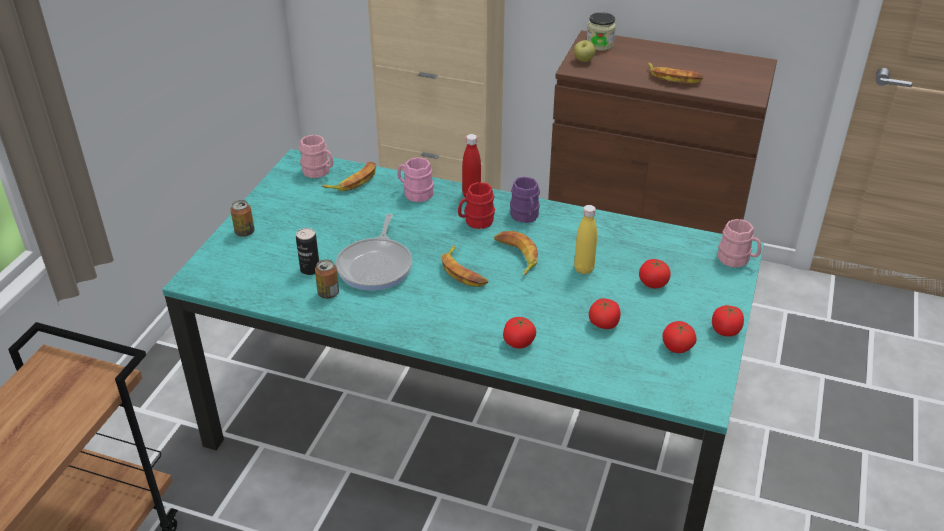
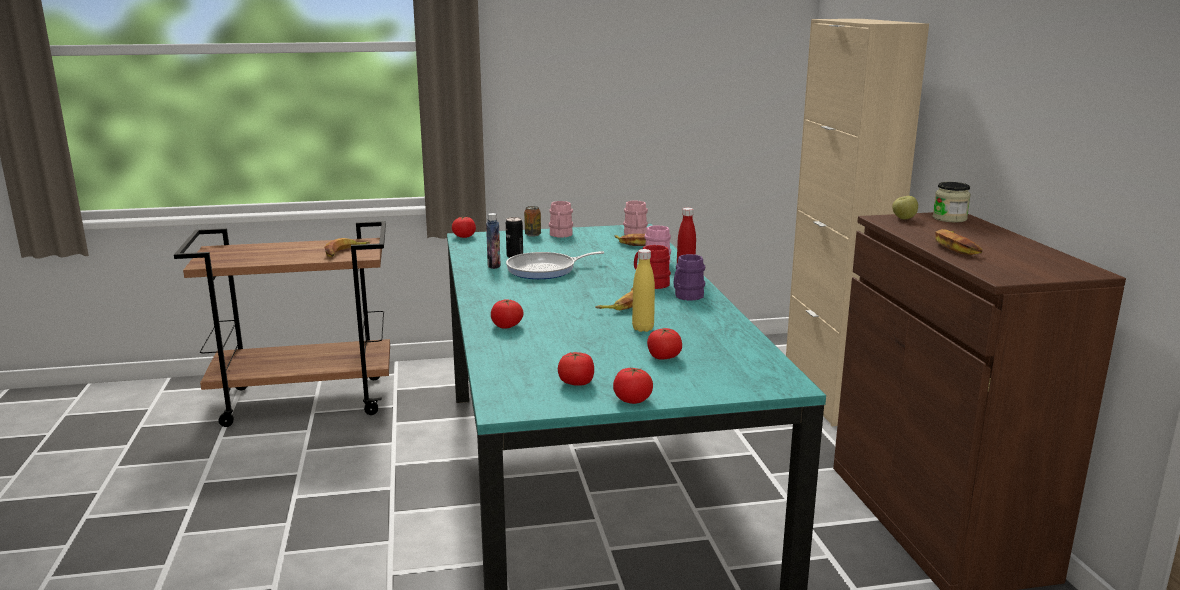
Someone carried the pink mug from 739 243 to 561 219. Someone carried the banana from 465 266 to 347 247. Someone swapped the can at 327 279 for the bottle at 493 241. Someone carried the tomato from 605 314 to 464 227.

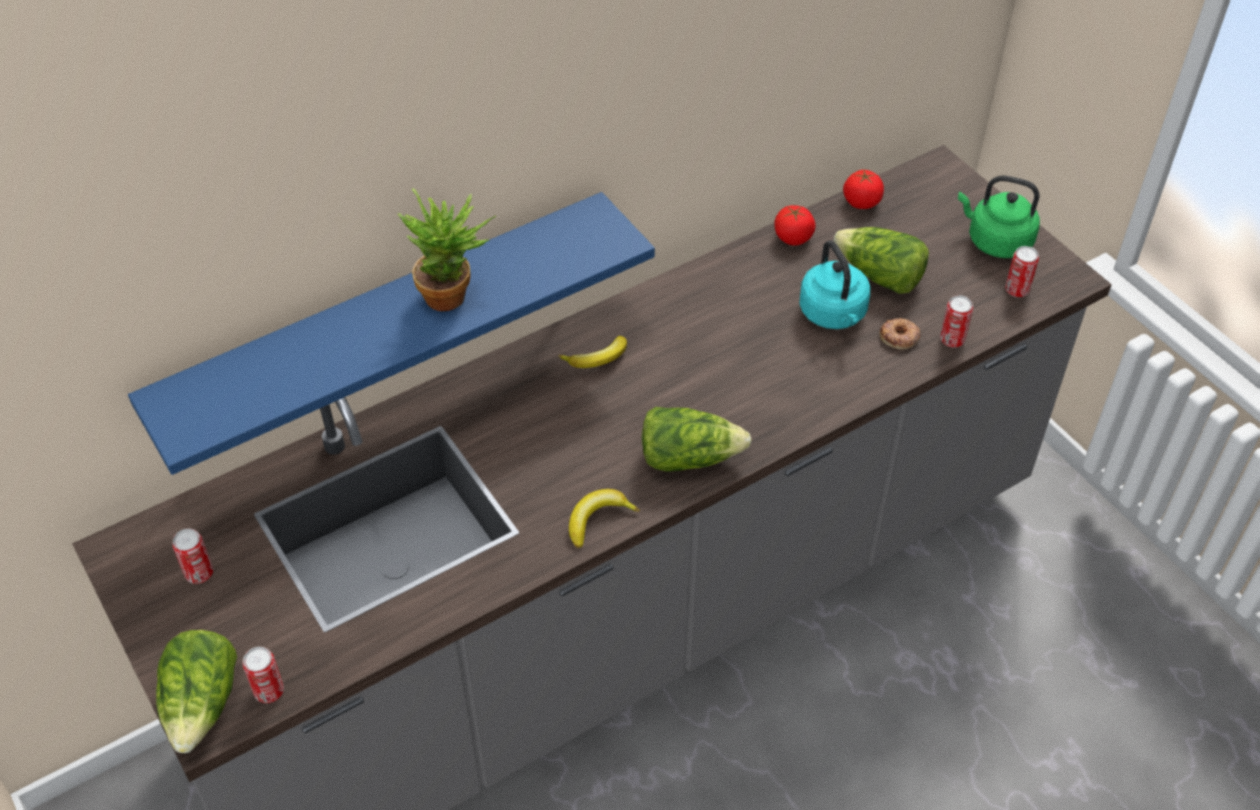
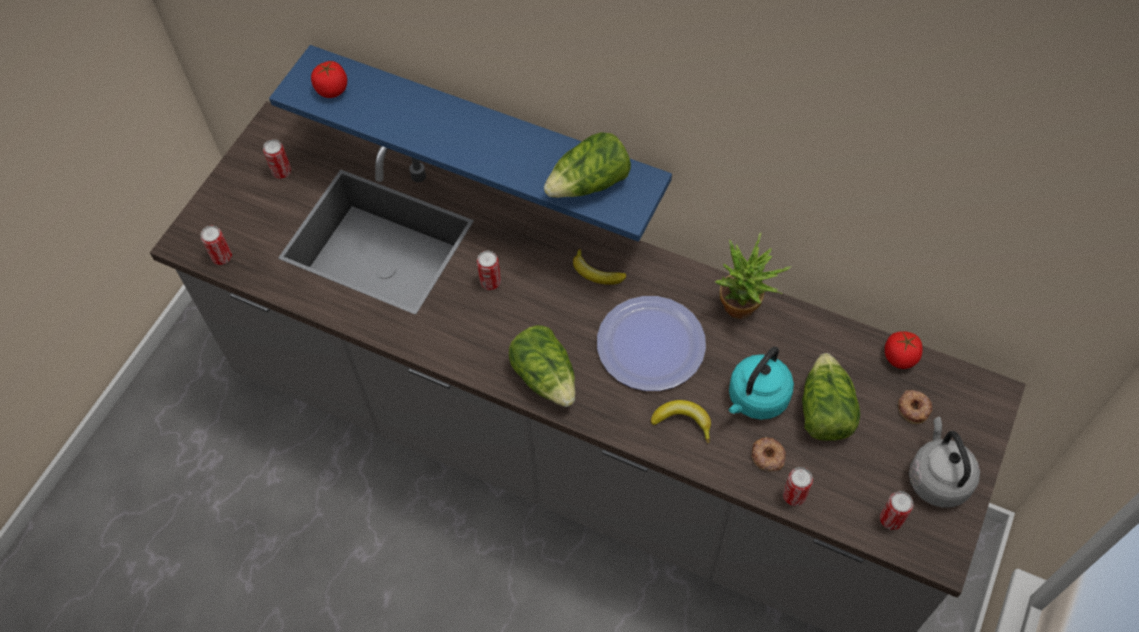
Someone repainted the green kettle at 999 216, which became the grey kettle at 944 462. Someone carried the potted plant from 447 249 to 753 276. Someone carried the tomato from 795 225 to 329 79. Someone carried the banana from 604 518 to 681 421. Someone carried the lettuce from 196 691 to 587 165. Someone put down the can at 489 270. Someone put down the plate at 651 343. Someone put down the donut at 915 407.

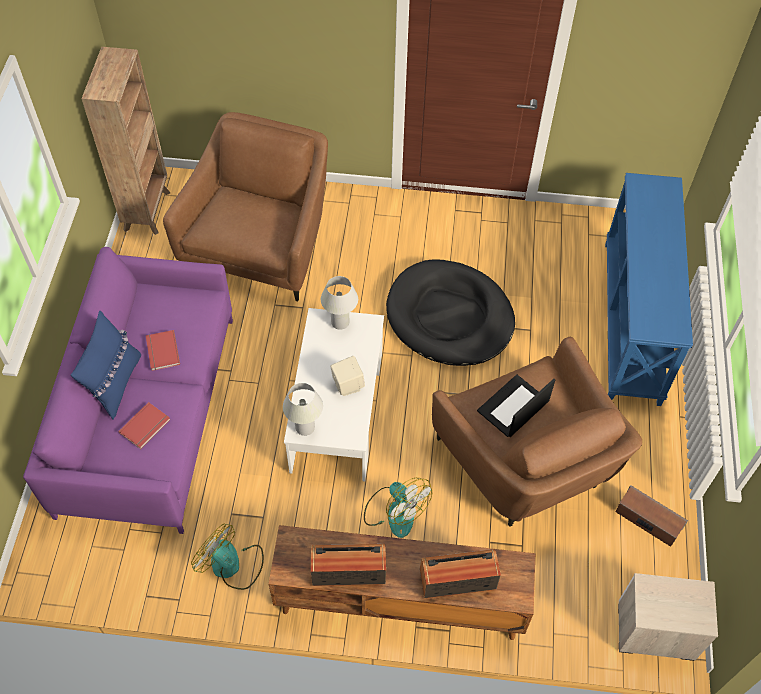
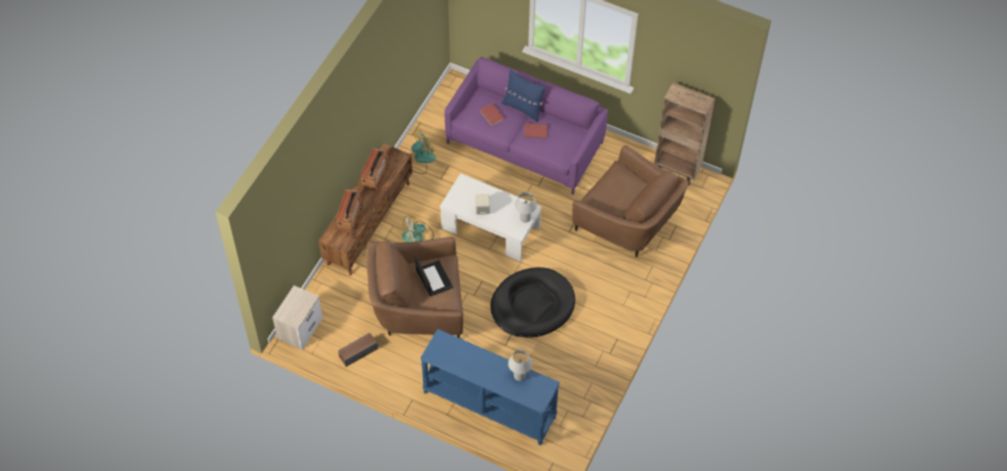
Someone carried the white table lamp from 303 409 to 520 365.

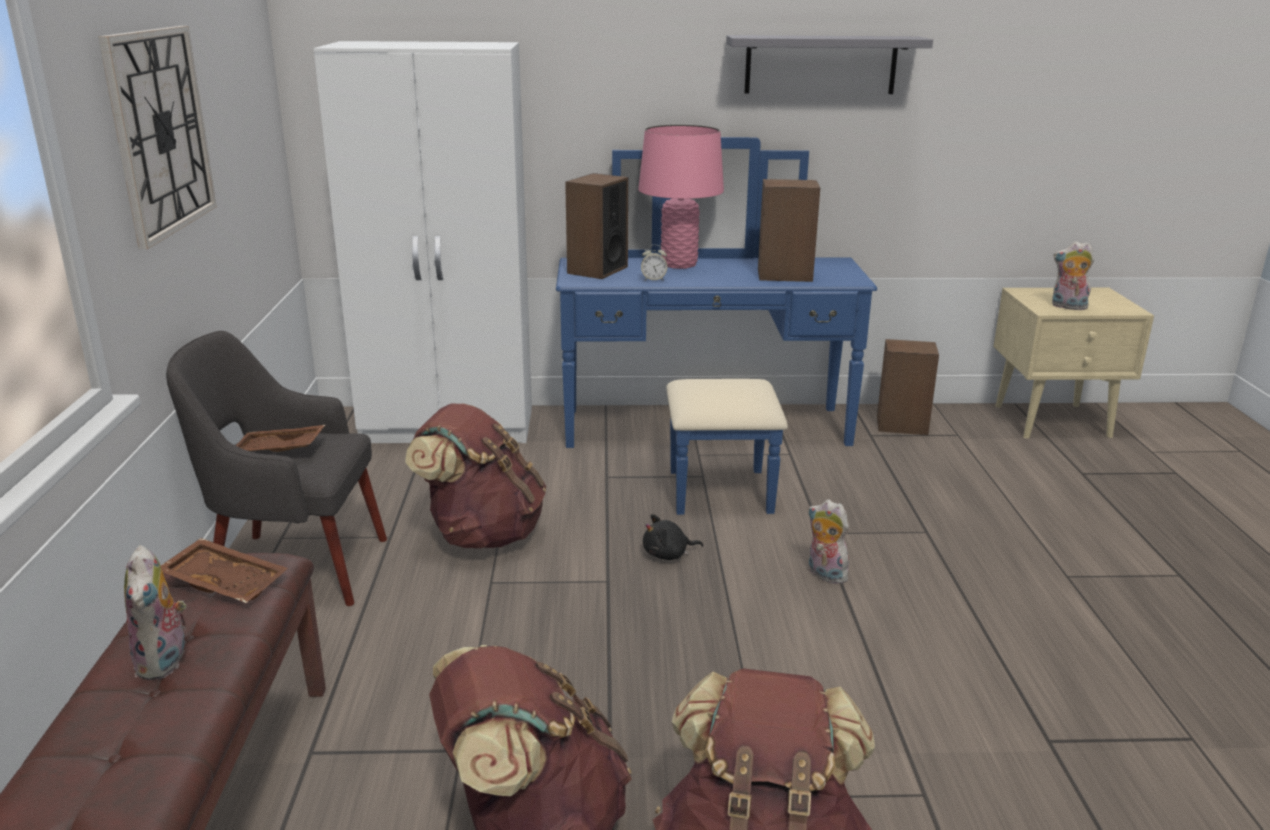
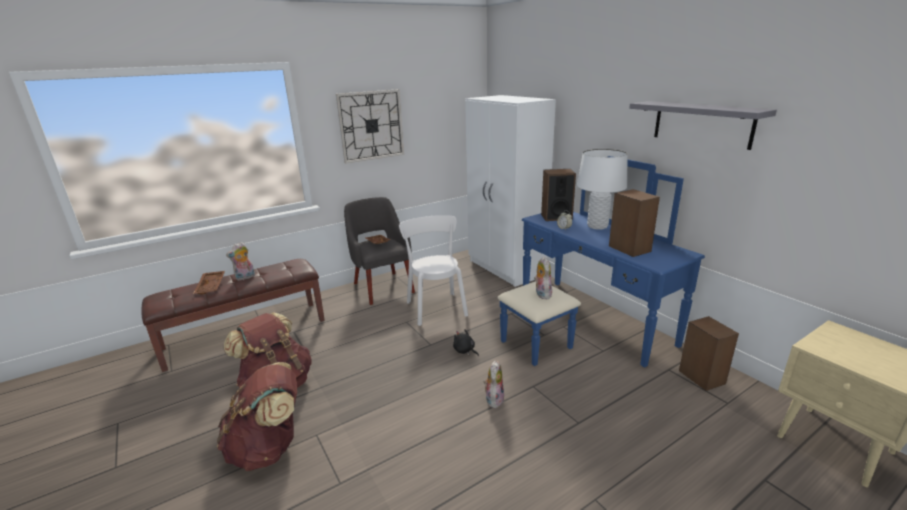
Someone repainted the pink table lamp at 681 197, which became the white table lamp at 602 189. Someone carried the plush toy from 1073 275 to 543 277. Someone swapped the brown backpack at 475 475 for the white chair at 433 270. Someone carried the brown tray from 224 570 to 209 283.

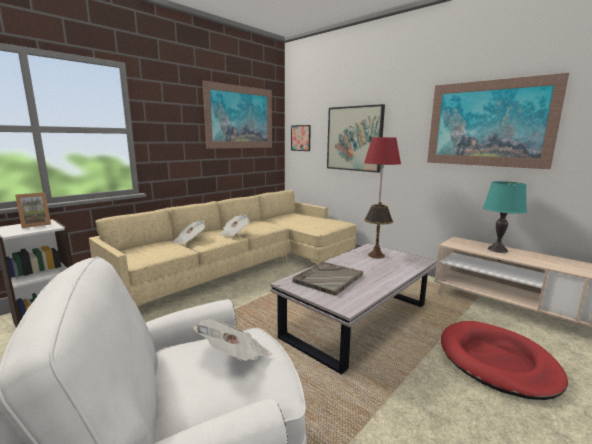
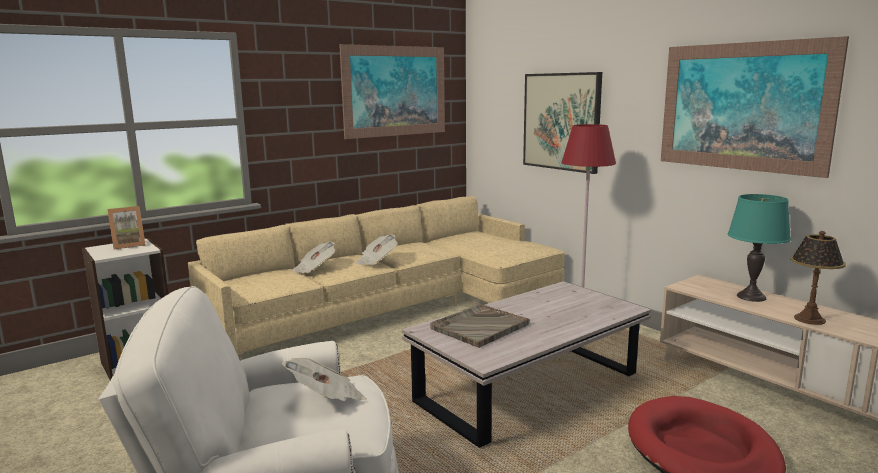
Someone took away the picture at 301 138. Someone carried the table lamp from 378 230 to 818 278.

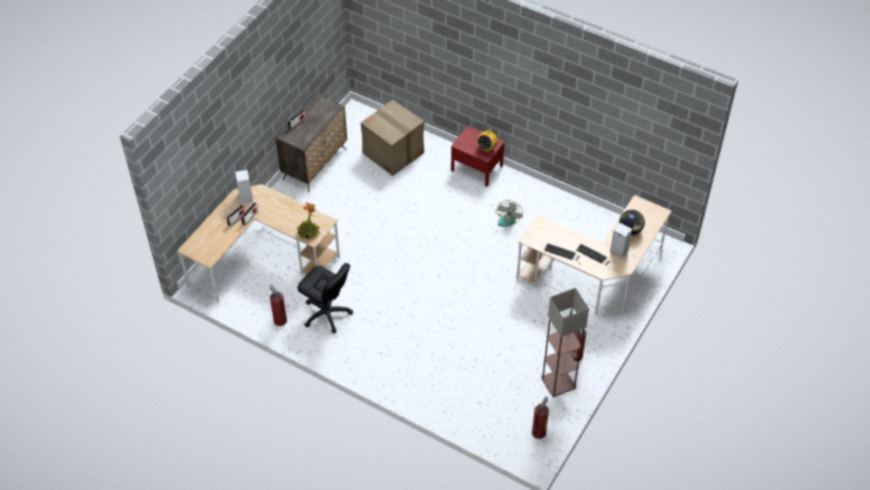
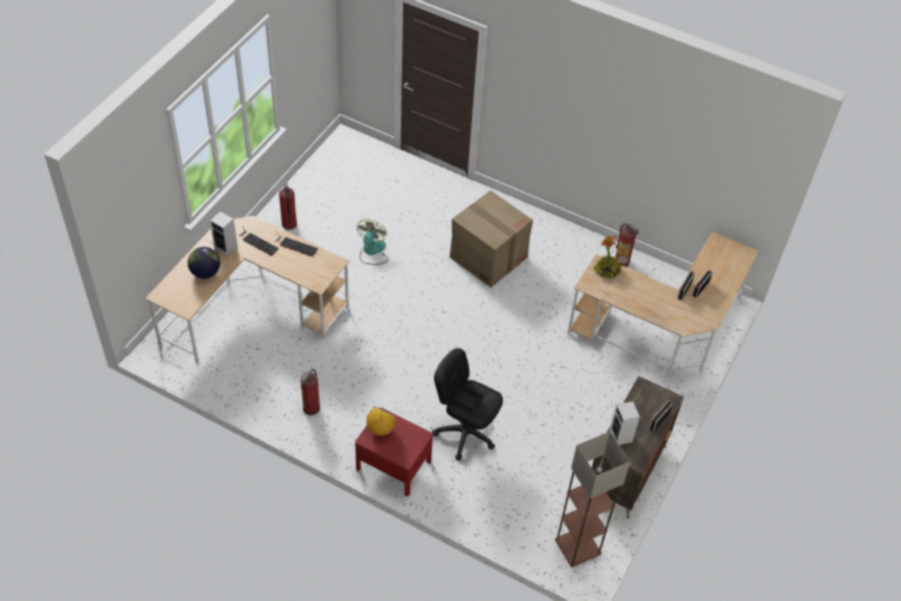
Someone carried the cardboard box from 392 138 to 491 238. Someone carried the speaker from 244 186 to 625 423. Someone carried the fan from 509 213 to 372 242. Someone carried the black office chair from 325 298 to 467 404. Someone carried the floor lamp from 565 342 to 592 499. Someone carried the fire extinguisher from 540 417 to 310 392.

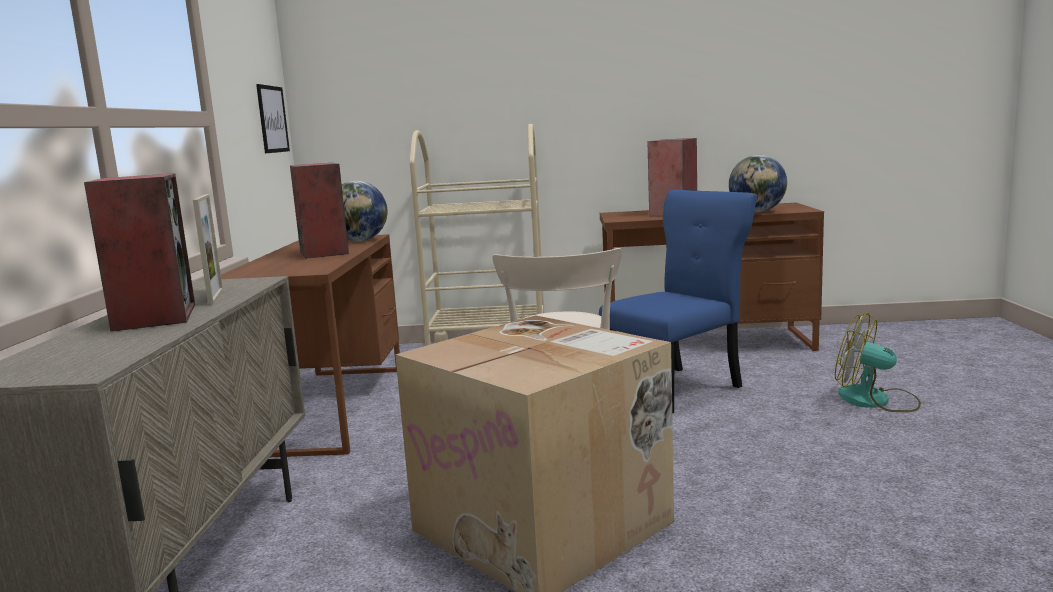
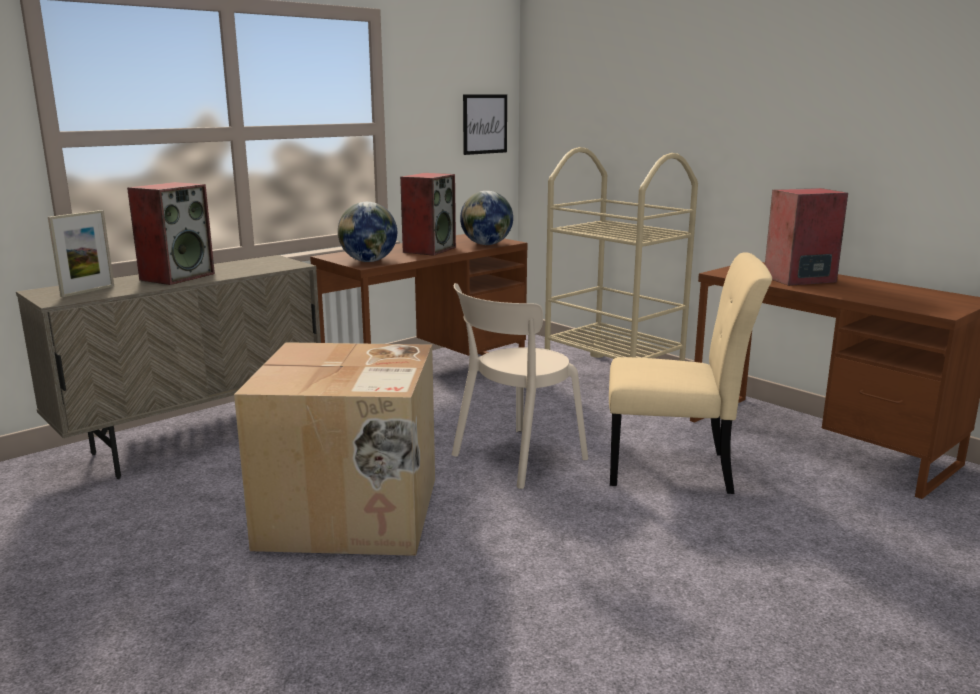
Someone carried the globe from 758 183 to 367 232. Someone repainted the blue chair at 678 301, which became the beige chair at 690 373. Someone carried the picture frame from 208 249 to 81 253. Someone took away the fan at 878 362.

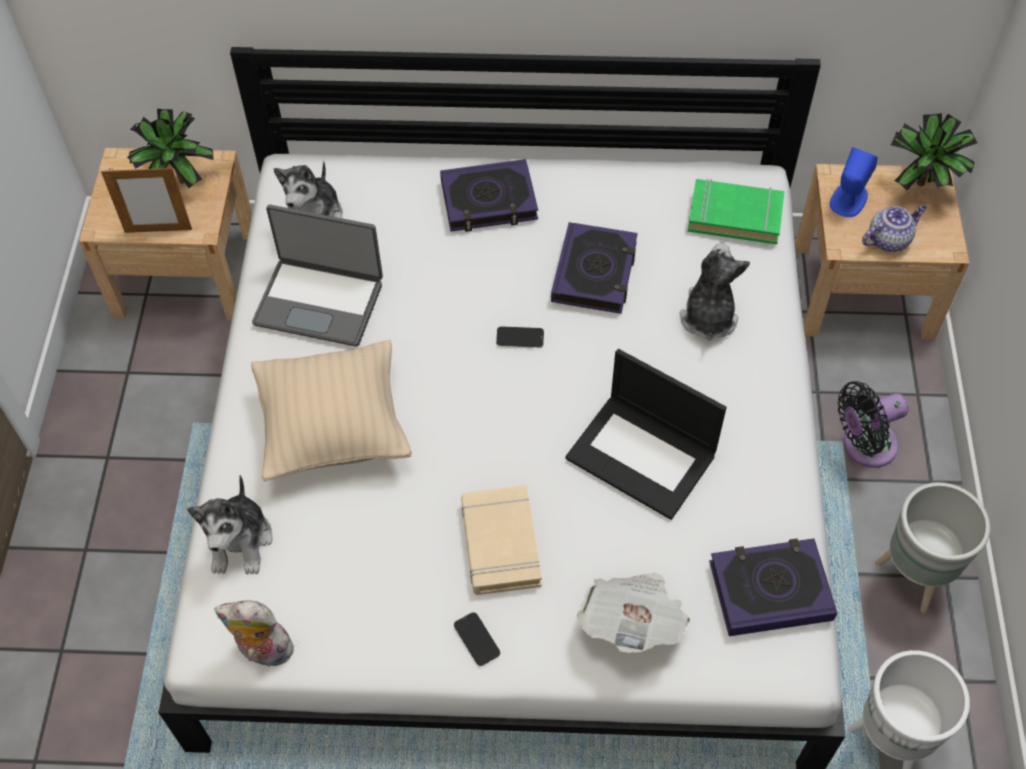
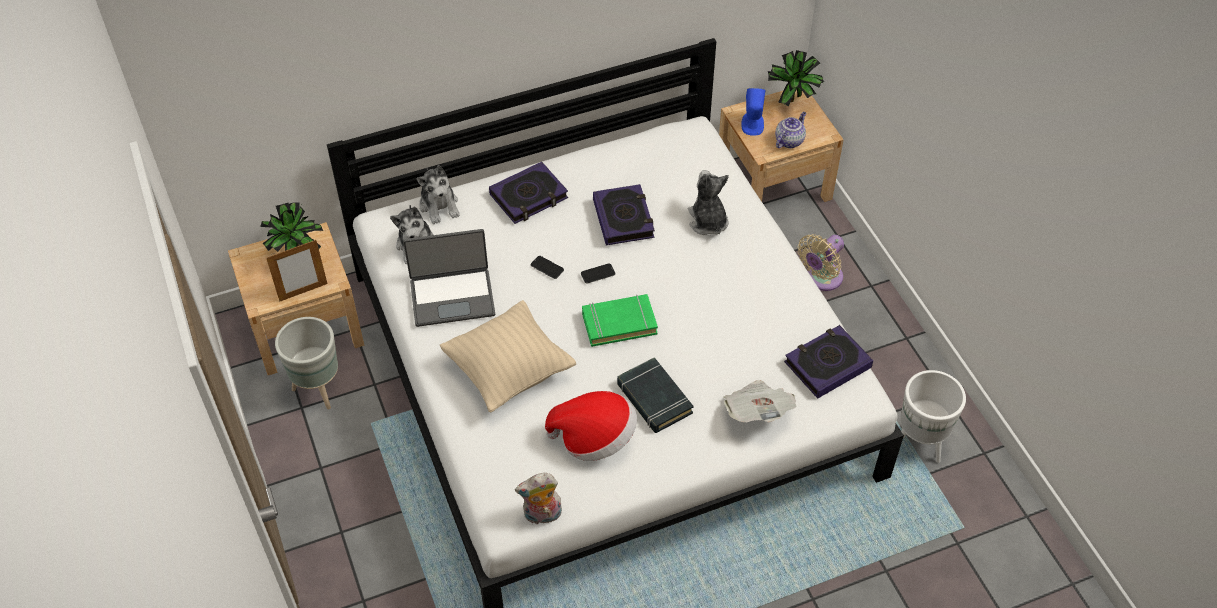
Someone carried the green book from 735 211 to 620 320. Someone took away the laptop at 646 434. Someone repainted the black fan at 873 424, which became the beige fan at 821 262. Someone carried the plush toy from 230 524 to 438 194. Someone carried the grey planter from 932 547 to 306 363. Someone repainted the beige book at 501 540, which became the black book at 655 395. Someone carried the phone from 477 639 to 547 267. Someone put down the hat at 591 426.

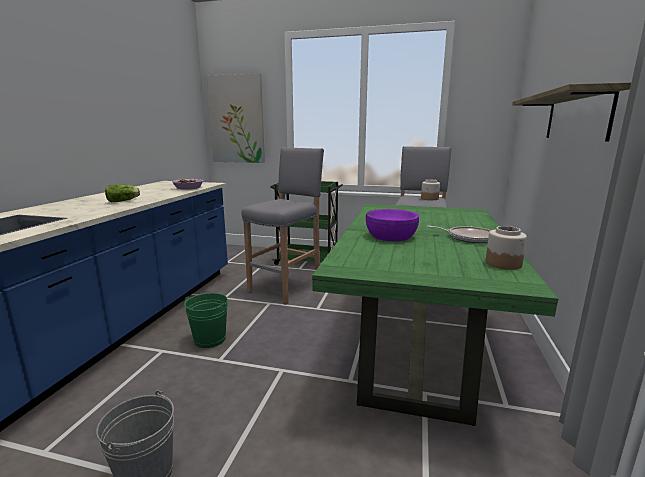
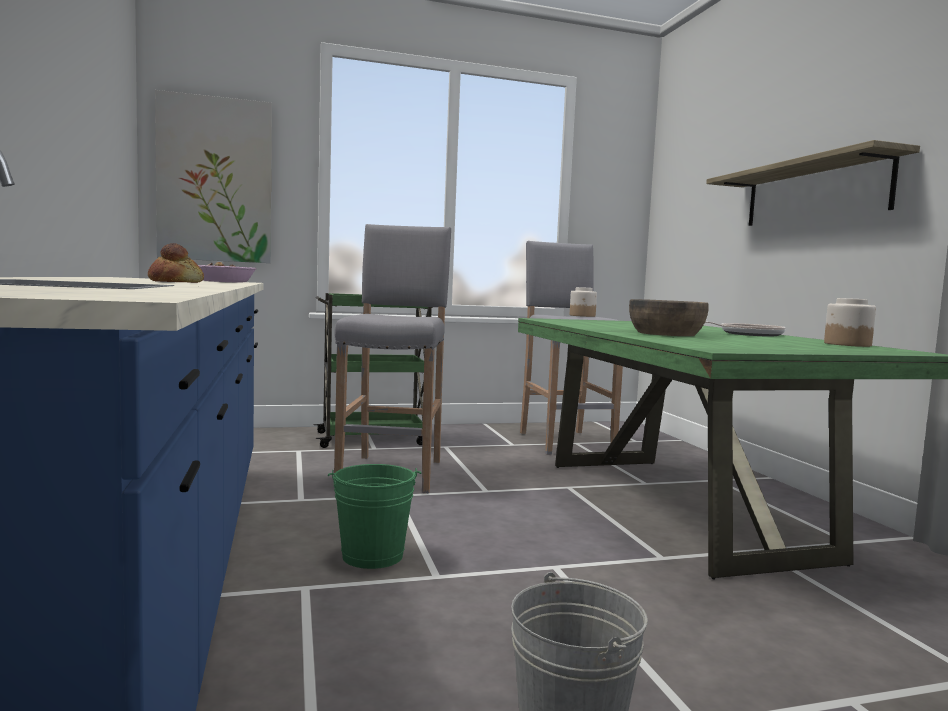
Someone swapped the lettuce at 122 193 for the bread at 176 263. Someone repainted the purple bowl at 392 225, which became the brown bowl at 669 317.

